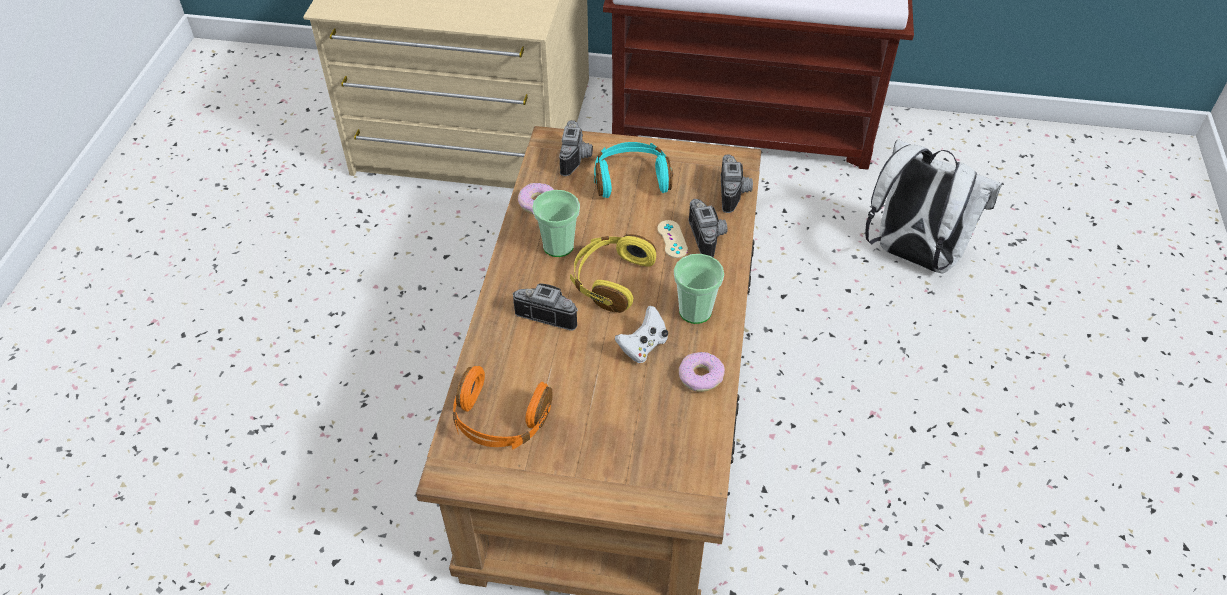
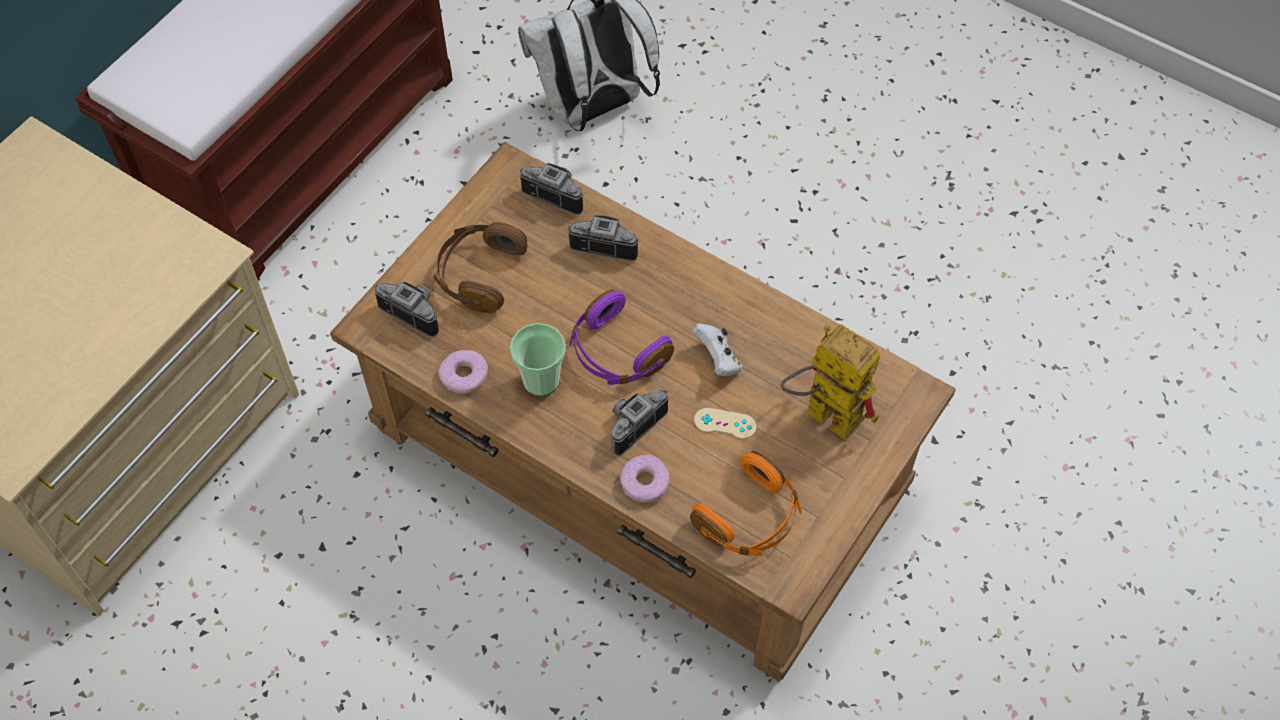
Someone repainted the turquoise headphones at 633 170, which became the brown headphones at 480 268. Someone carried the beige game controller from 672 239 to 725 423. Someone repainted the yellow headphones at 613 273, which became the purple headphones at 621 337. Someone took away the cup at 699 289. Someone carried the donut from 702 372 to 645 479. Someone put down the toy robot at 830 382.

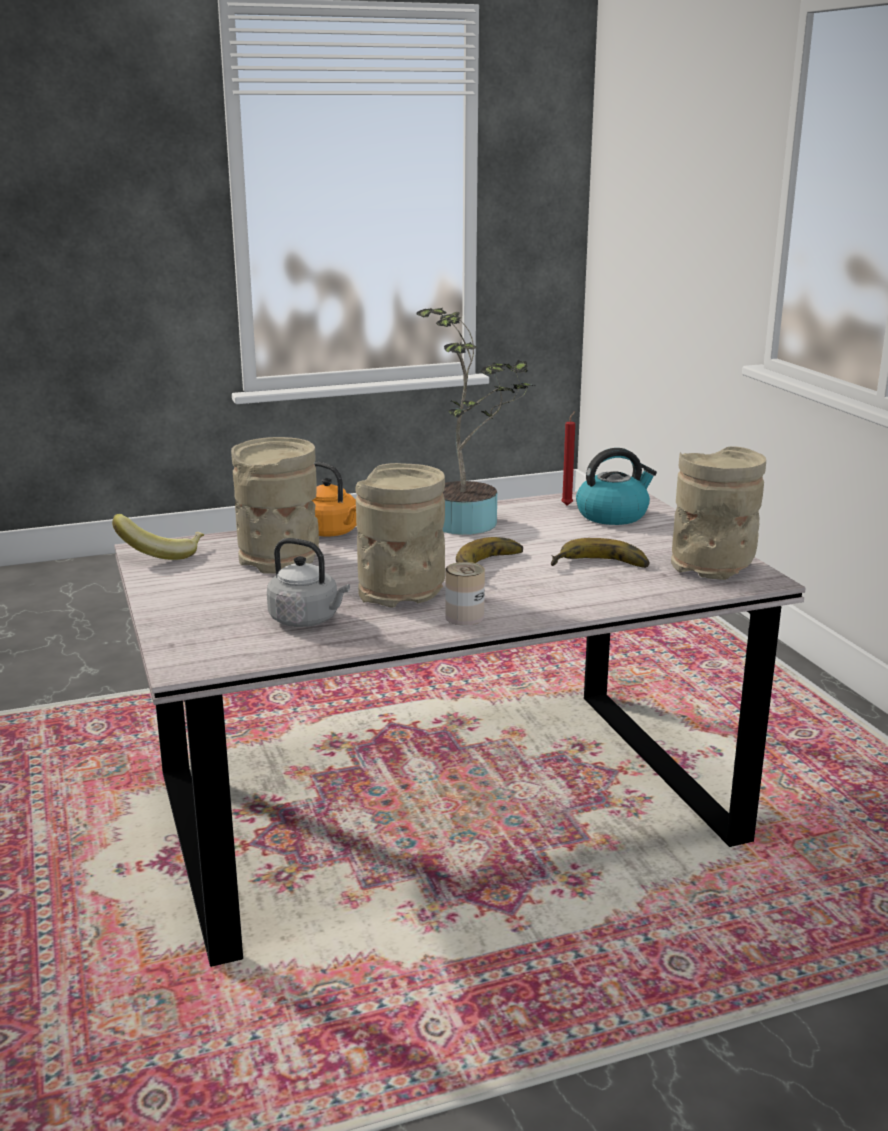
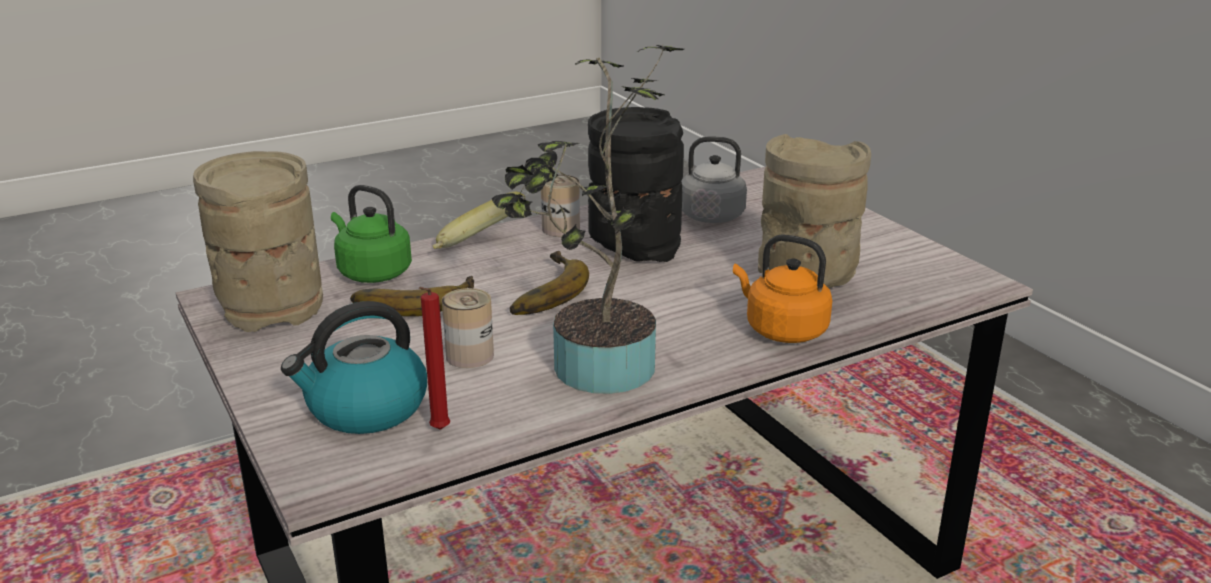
Someone repainted the beige vase at 400 535, which became the black vase at 636 184. Someone carried the banana from 158 537 to 479 220. Someone put down the green kettle at 371 234. Someone put down the can at 468 328.

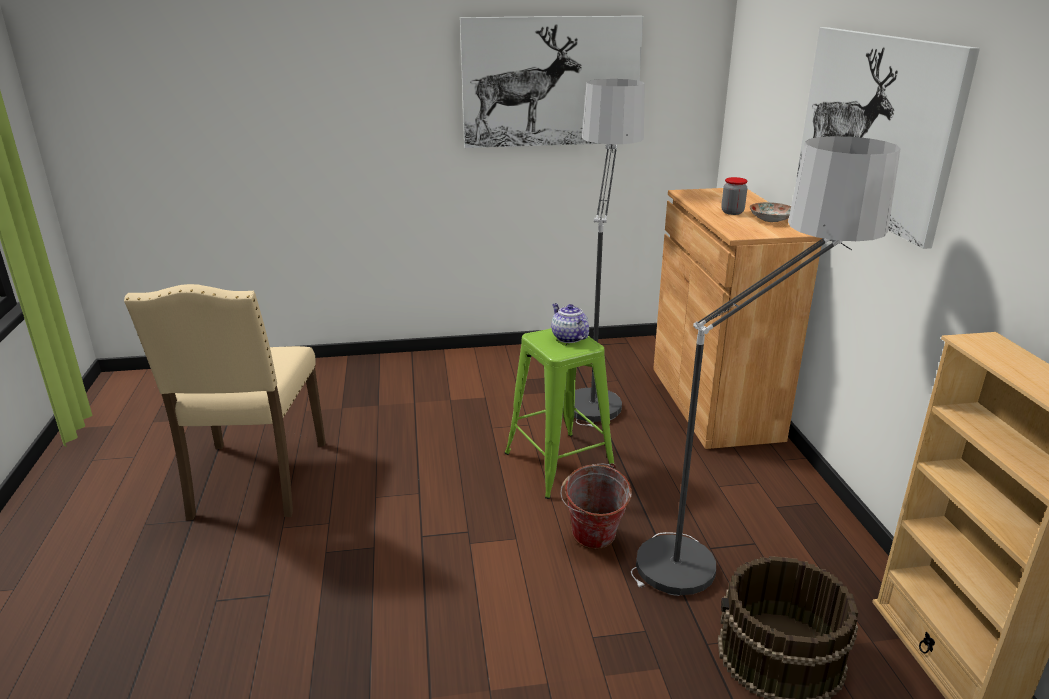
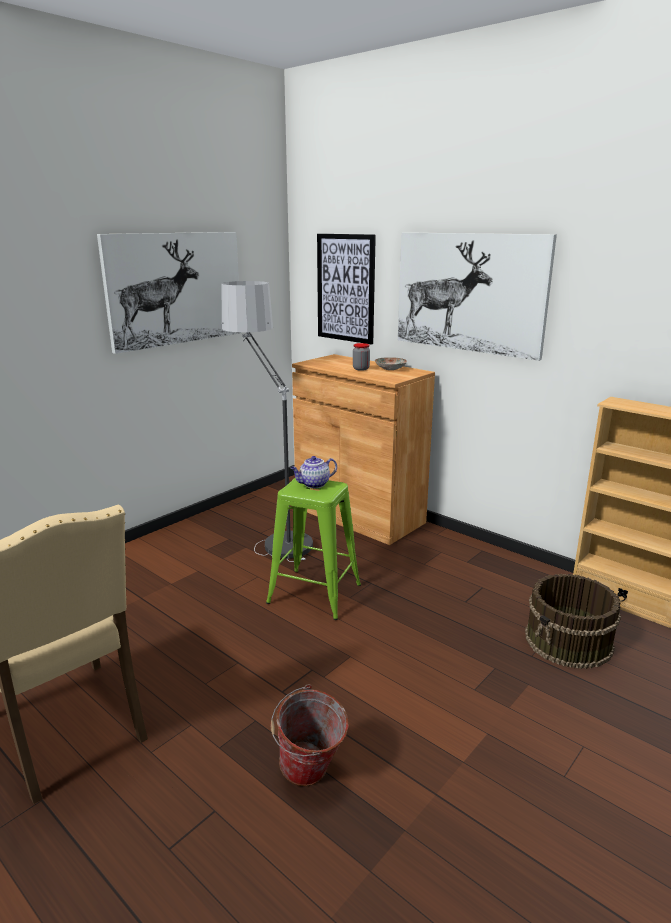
Someone took away the floor lamp at 766 366. Someone rotated the teapot at 570 323 by 45 degrees counterclockwise. Someone carried the bucket from 596 506 to 310 735. Someone put up the picture at 346 289.

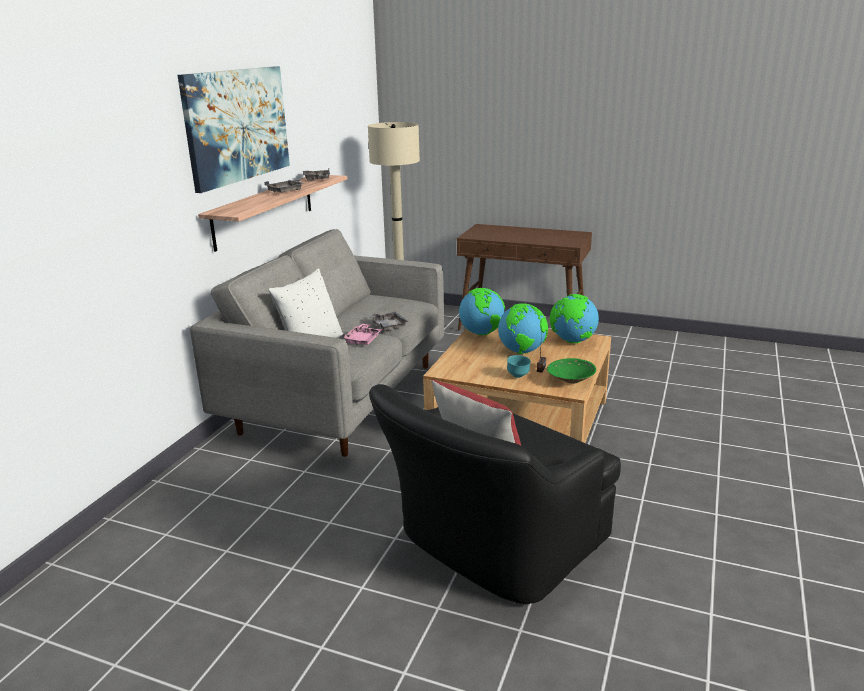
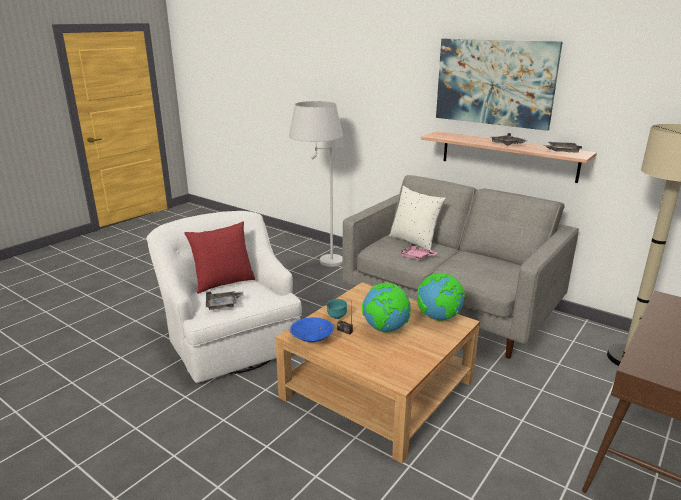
Someone took away the globe at 574 318. Someone carried the grey tray from 388 321 to 225 300. Someone repainted the green bowl at 571 371, which became the blue bowl at 312 330. Someone repainted the black armchair at 495 494, which became the white armchair at 224 297. Someone put down the white floor lamp at 316 184.

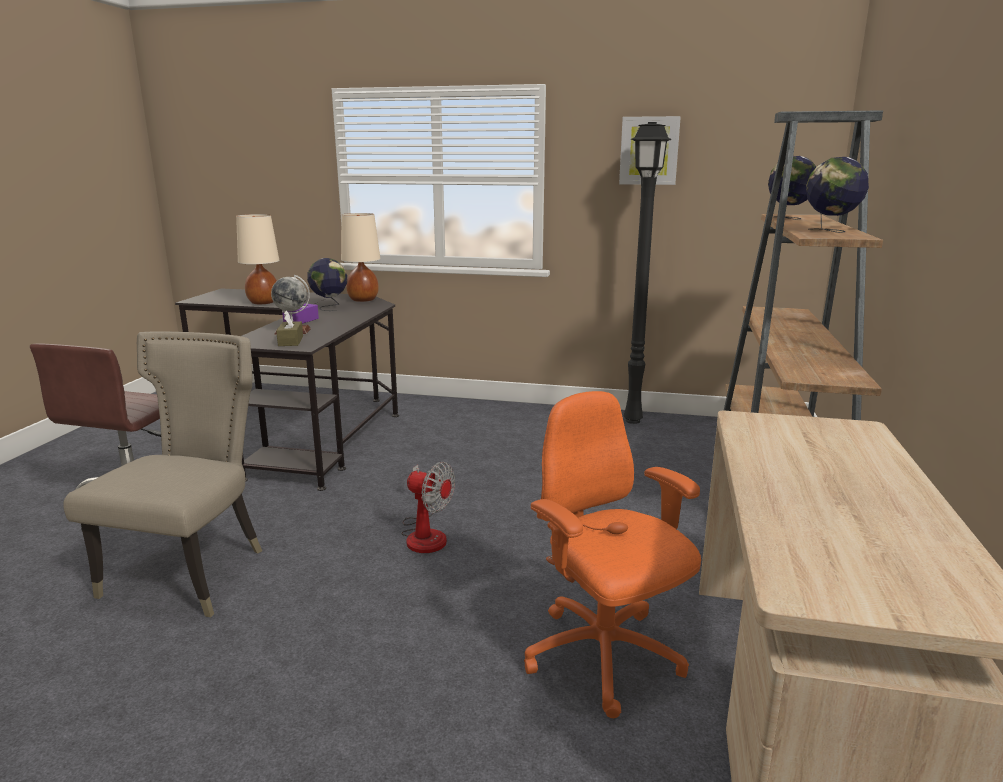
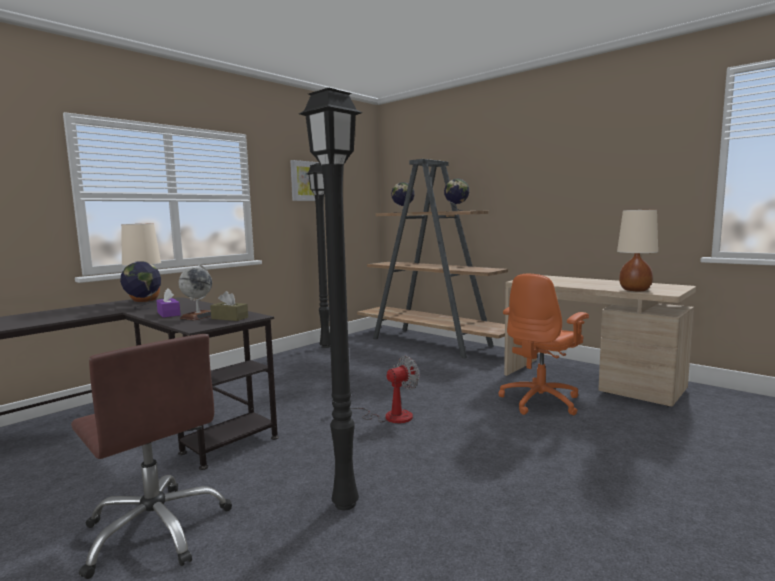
Someone carried the beige table lamp from 257 259 to 637 250. Someone swapped the beige chair at 163 474 for the black floor lamp at 330 299. Someone rotated the orange office chair at 612 554 by 45 degrees counterclockwise.

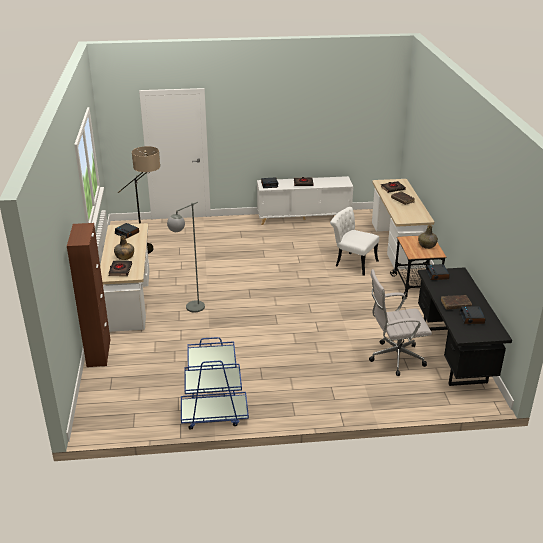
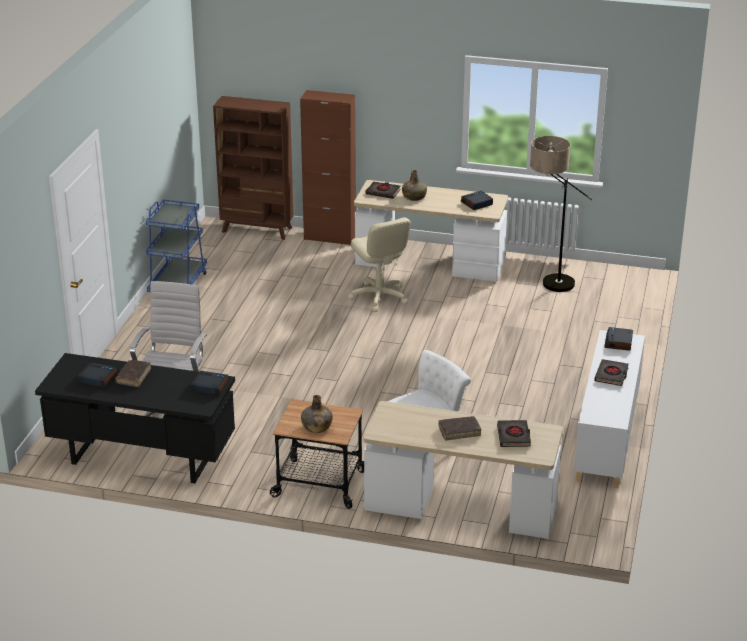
Someone swapped the grey floor lamp at 186 257 for the beige office chair at 379 264. Someone put down the brown bookcase at 253 168.

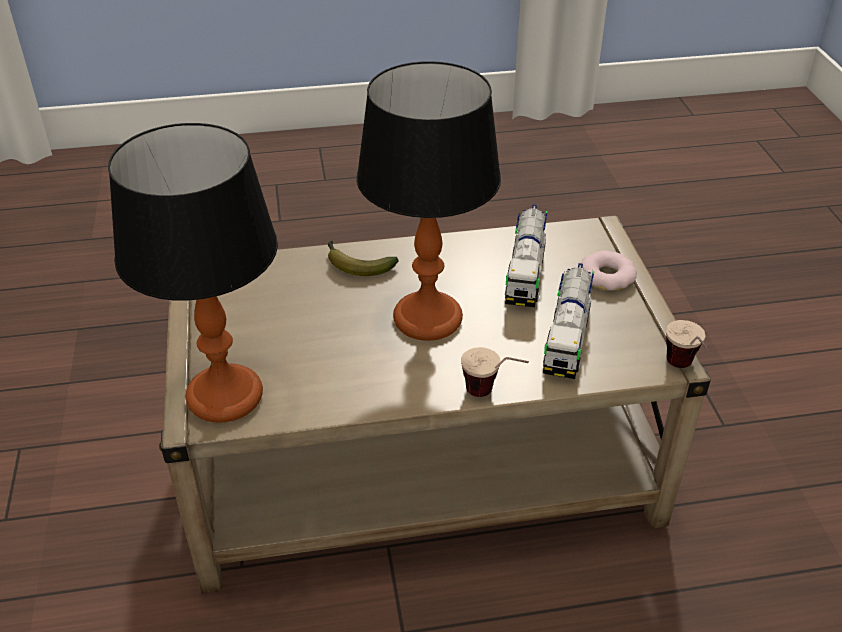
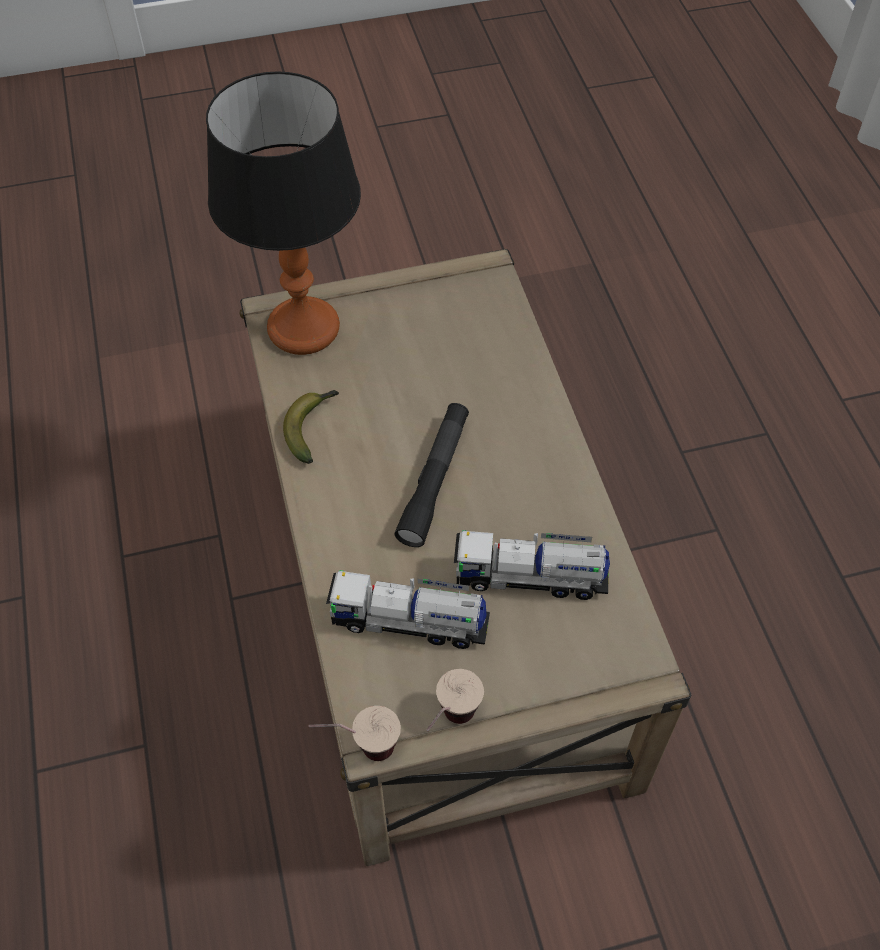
Someone swapped the table lamp at 429 201 for the black flashlight at 431 475. Someone carried the banana from 363 258 to 311 427. Someone took away the donut at 608 270. Someone carried the cup from 495 372 to 455 700.

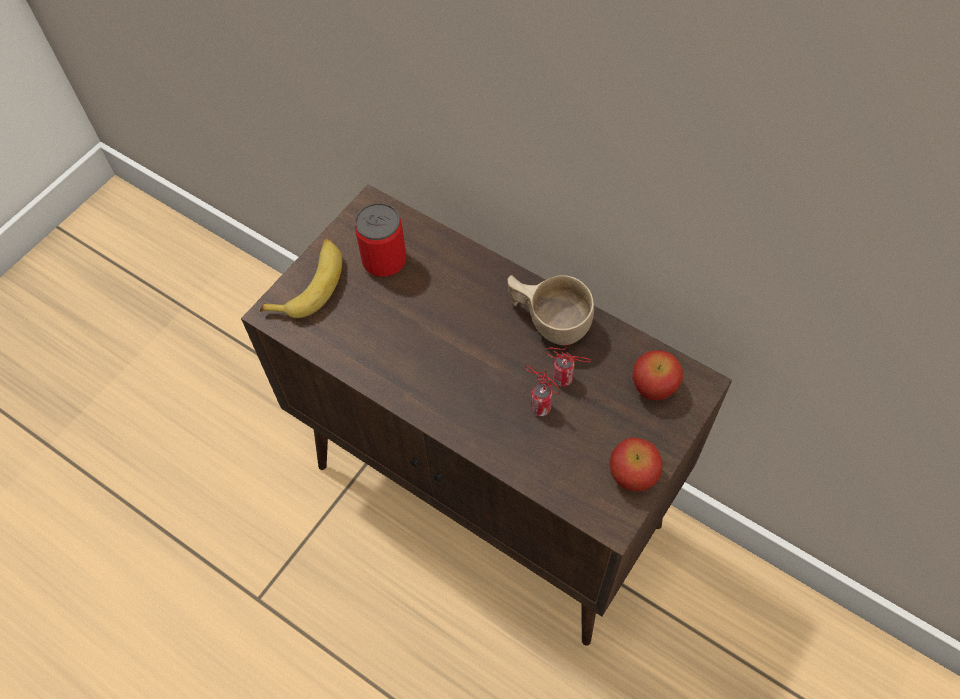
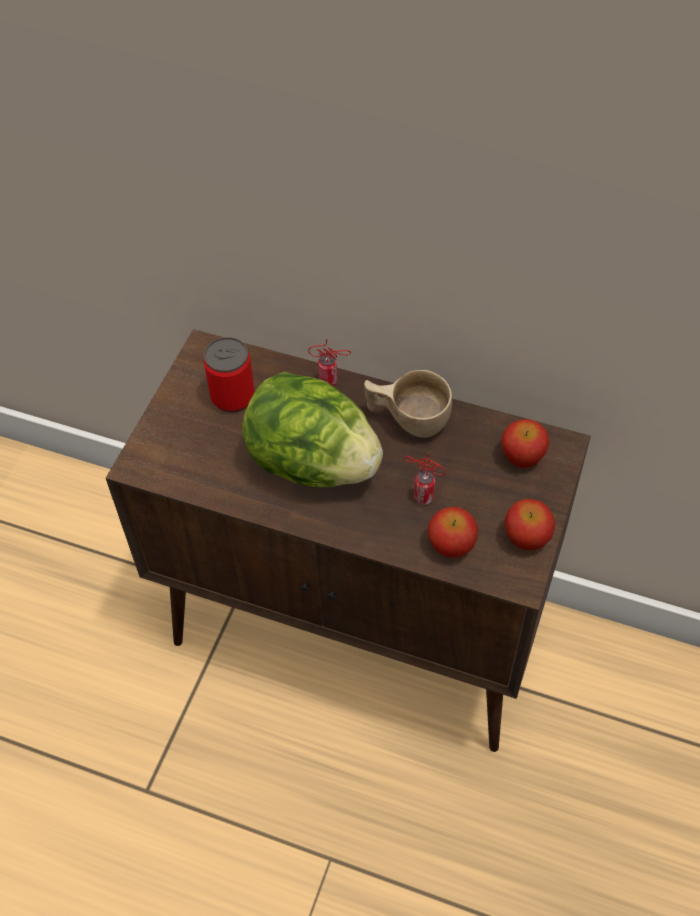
Someone took away the banana at 301 278. Someone carried the can from 568 365 to 329 362. Someone put down the lettuce at 312 429. Someone put down the apple at 453 532.

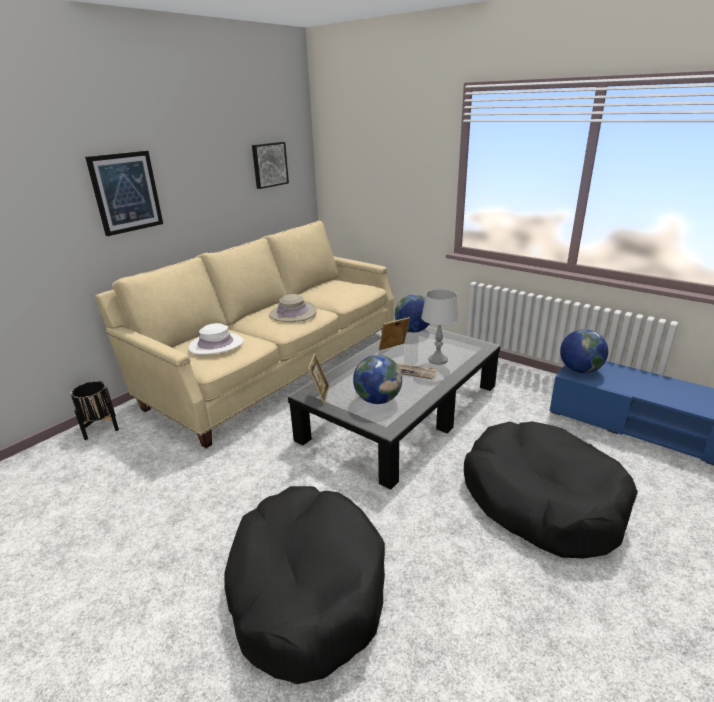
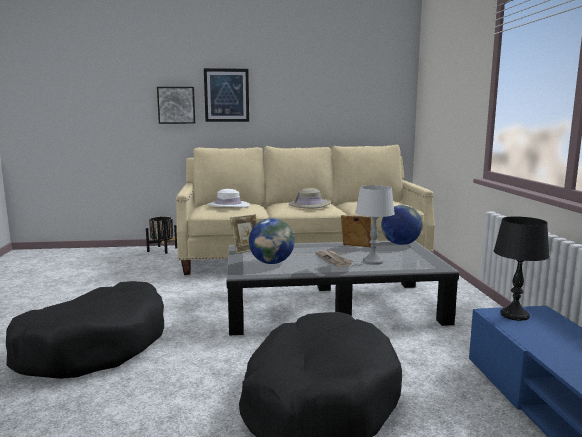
Someone carried the picture from 270 165 to 176 105. Someone swapped the globe at 584 351 for the black table lamp at 522 268.

